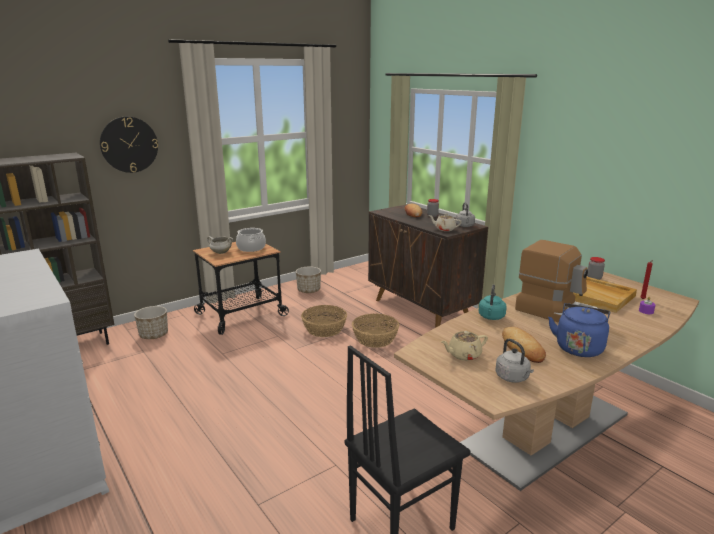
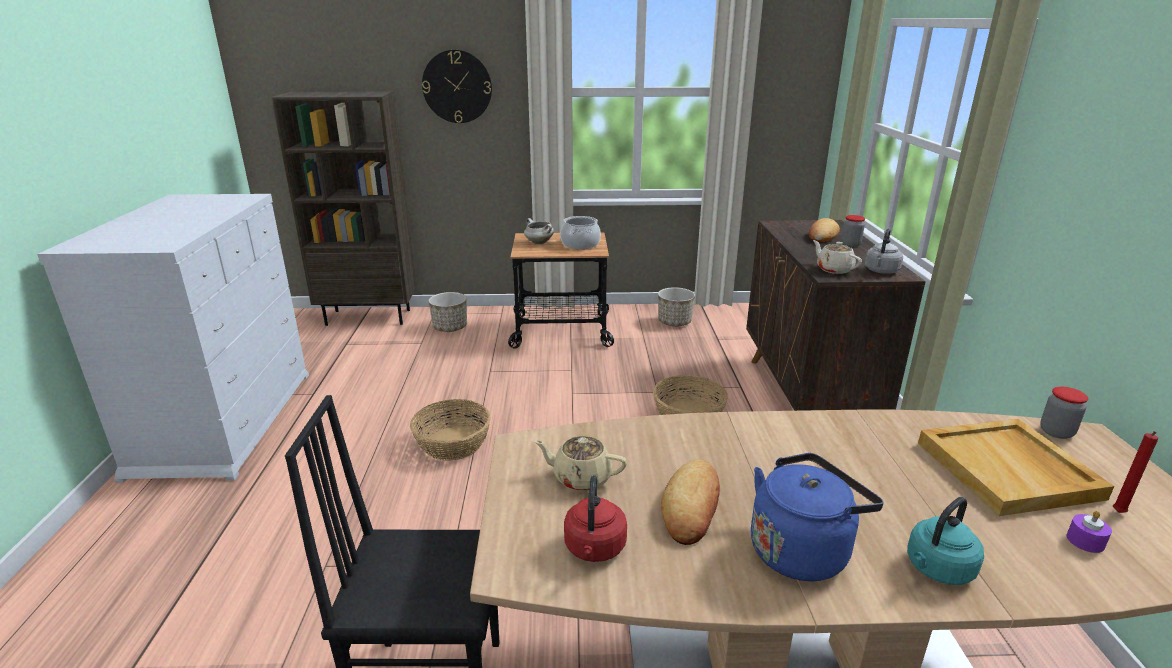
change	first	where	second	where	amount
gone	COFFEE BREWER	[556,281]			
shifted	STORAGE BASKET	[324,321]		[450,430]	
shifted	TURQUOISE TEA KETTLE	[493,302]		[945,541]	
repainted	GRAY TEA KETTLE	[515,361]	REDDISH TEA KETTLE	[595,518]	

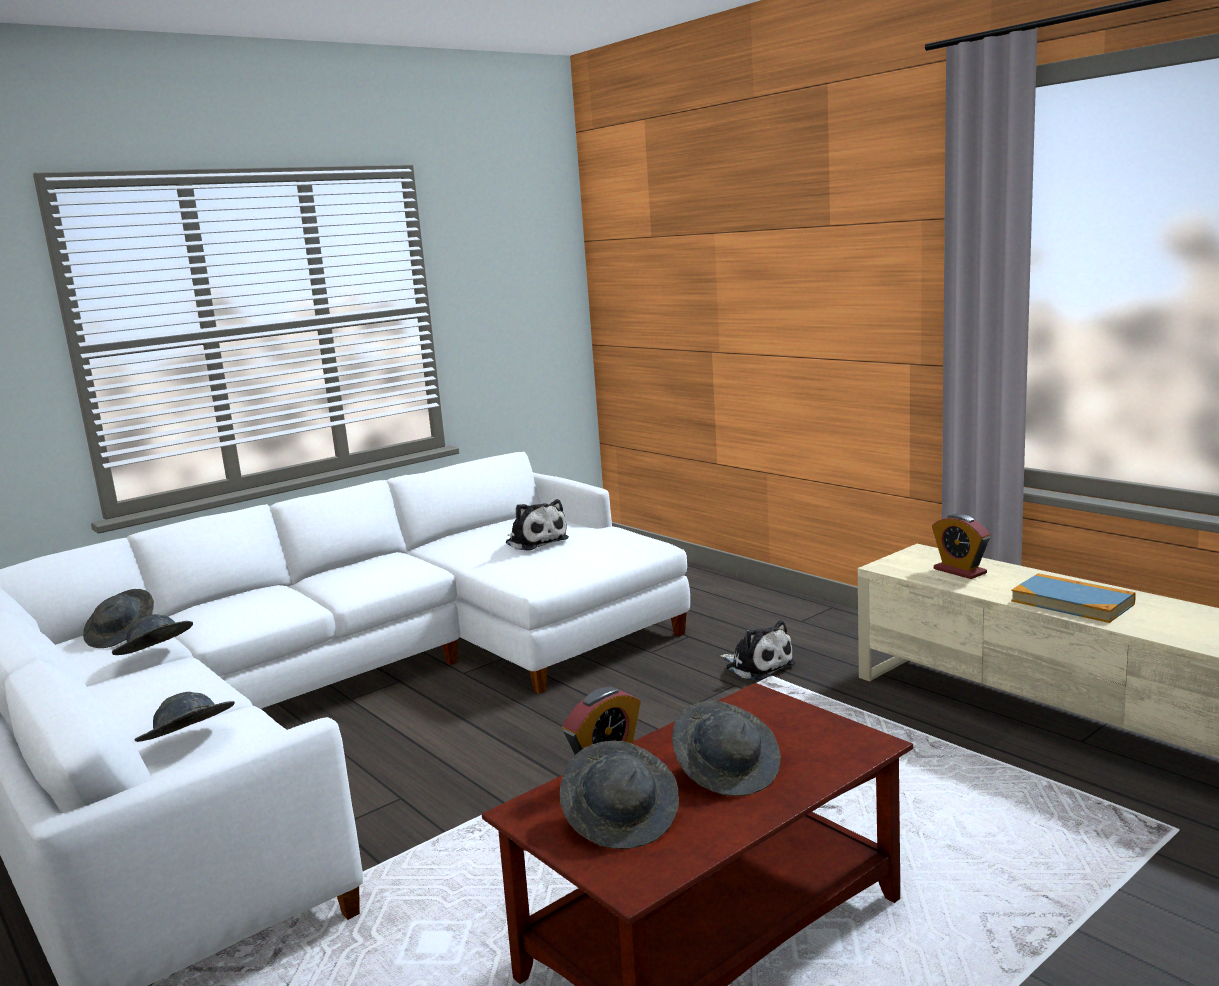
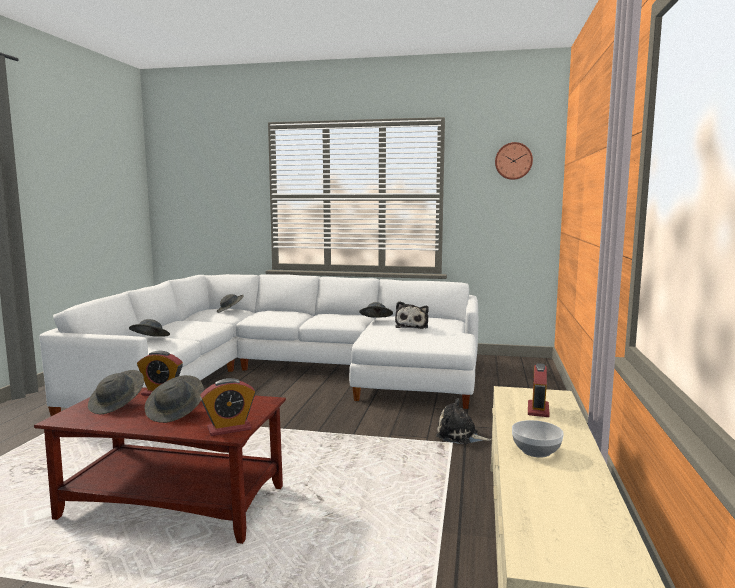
change	first	where	second	where	amount
new			TABLE CLOCK	[227,407]	
new			HANGING CLOCK	[514,161]	
shifted	GRAY HAT	[152,634]		[376,310]	
swapped	BOOK	[1073,598]	SERVING BOWL	[538,438]	
rotated	SOFT TOY	[757,650]		[463,421]	105 degrees clockwise

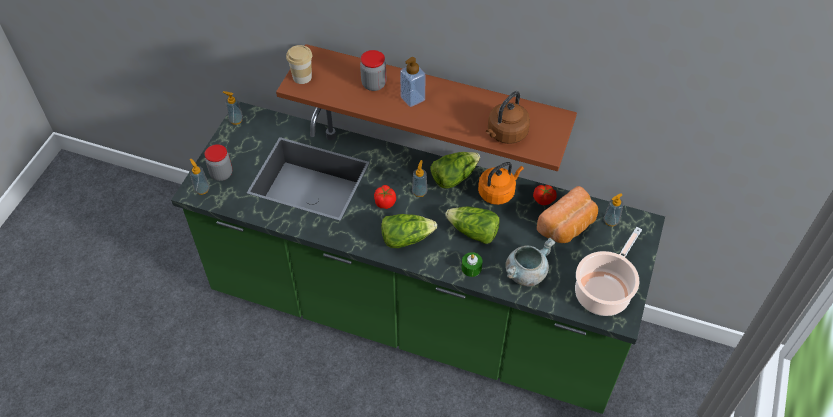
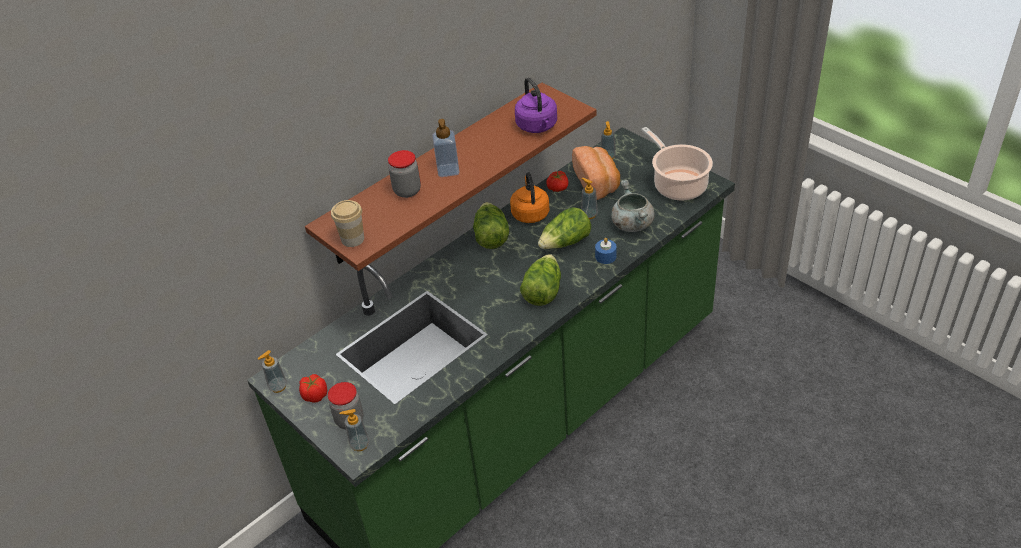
change	first	where	second	where	amount
shifted	WHOLE TOMATO	[385,197]		[313,388]	
shifted	SOAP BOTTLE	[419,178]		[589,198]	
repainted	GREENISH CANDLE	[472,264]	BLUE CANDLE	[606,251]	
repainted	BROWNISH TEA KETTLE	[508,117]	PURPLISH TEA KETTLE	[536,105]	

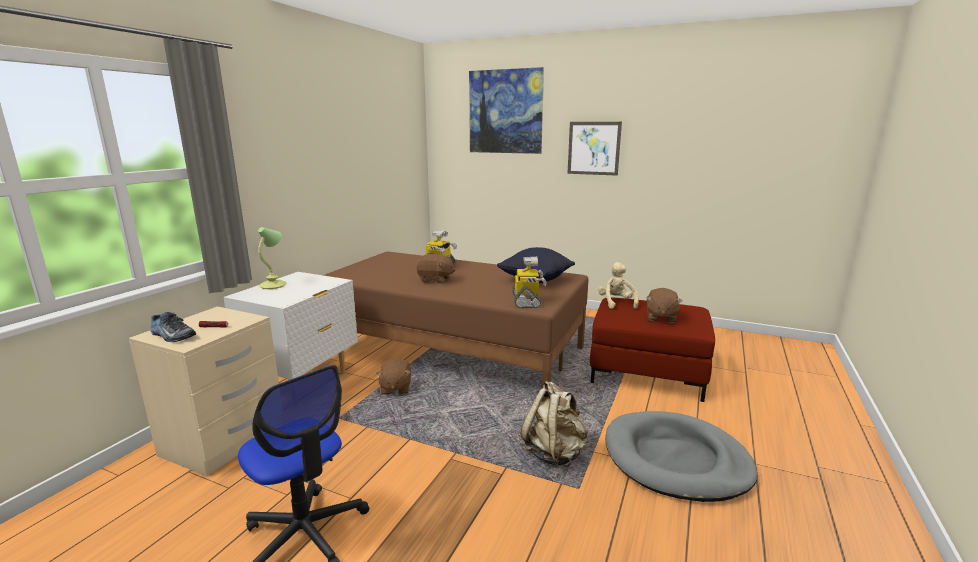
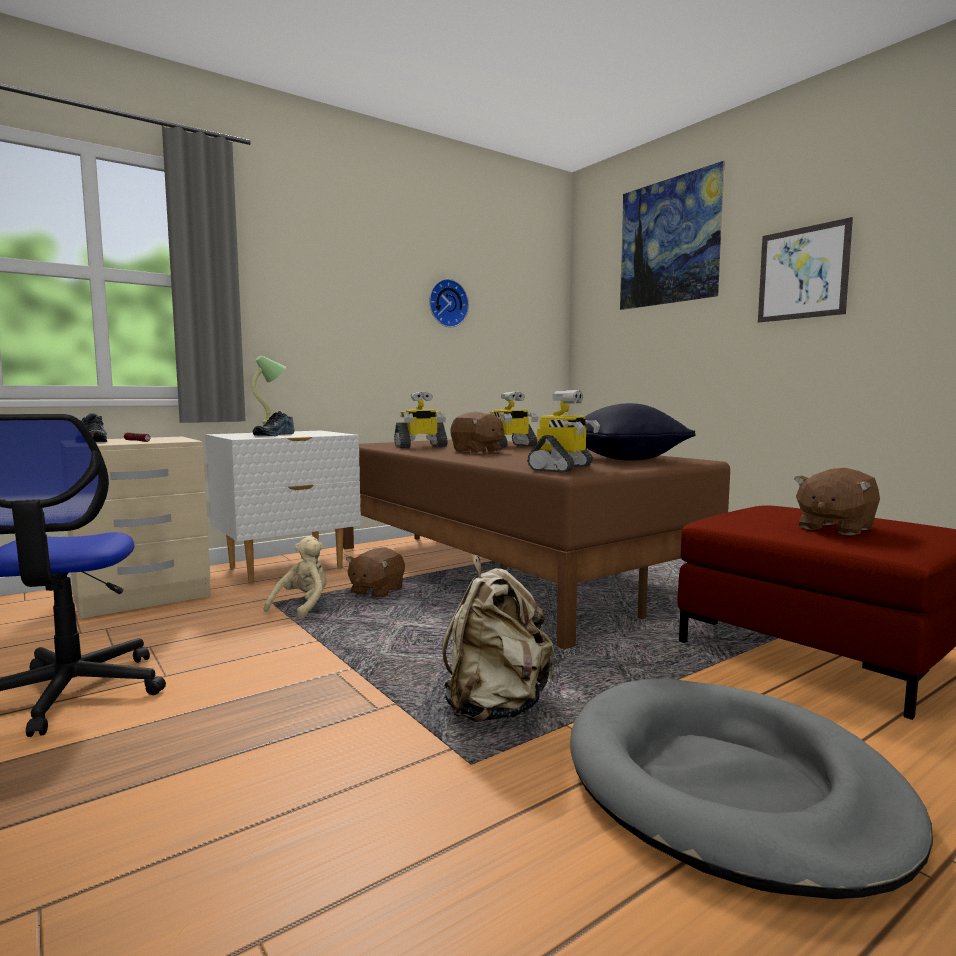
change	first	where	second	where	amount
new			LOW SHOE	[273,423]	
new			MODEL ROBOT	[421,420]	
new			HANGING CLOCK	[449,303]	
shifted	BEIGE-COLOURED SOFT TOY	[618,285]		[295,577]	

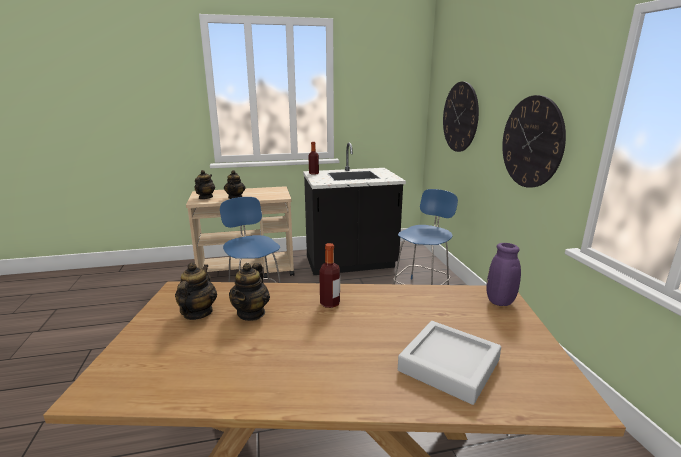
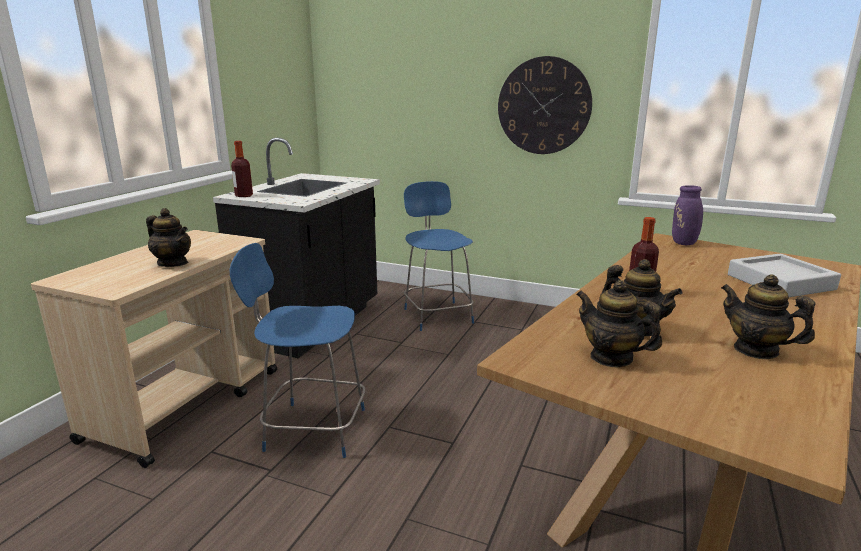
change	first	where	second	where	amount
gone	HANGING CLOCK	[461,117]			
shifted	TEAPOT	[204,184]		[768,316]	

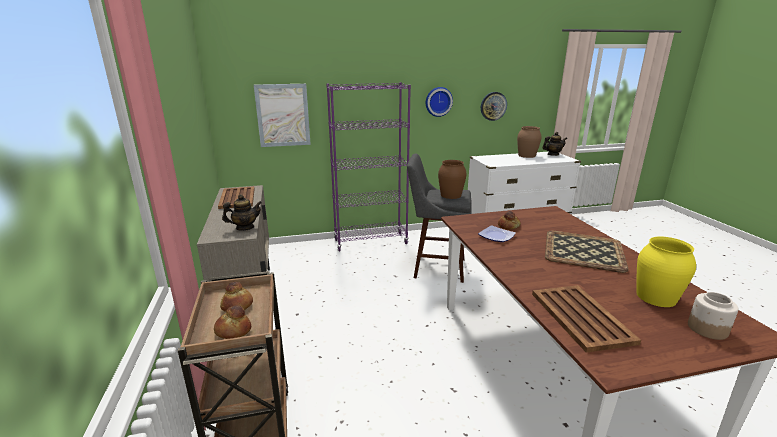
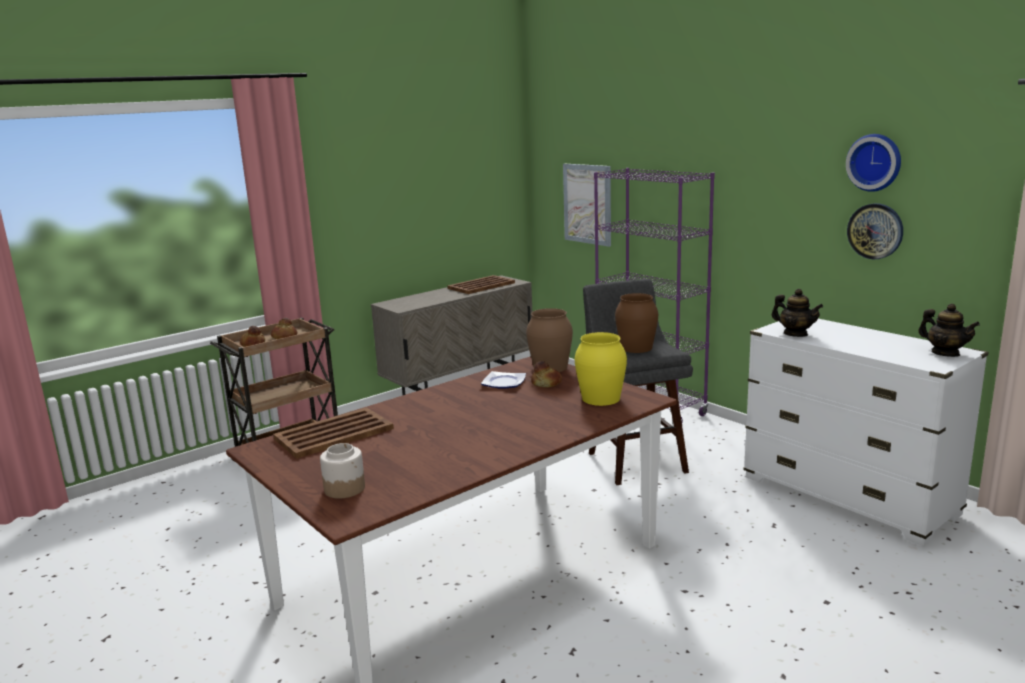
change	first	where	second	where	amount
gone	SERVING TRAY	[587,252]			
shifted	TEAPOT	[242,212]		[797,313]	
shifted	HANGING CLOCK	[439,102]		[873,163]	
shifted	BROWNISH DECORATIVE VASE	[529,142]		[549,340]	
shifted	YELLOW-COLOURED DECORATIVE VASE	[666,272]		[601,369]	

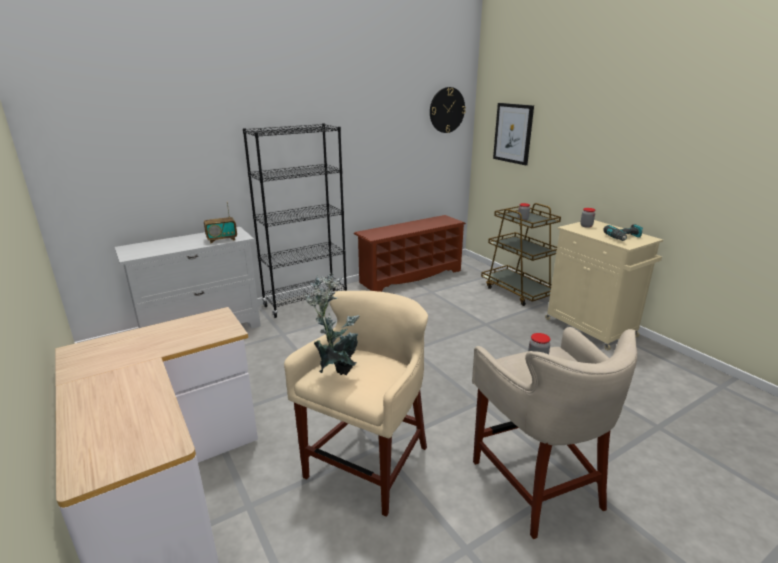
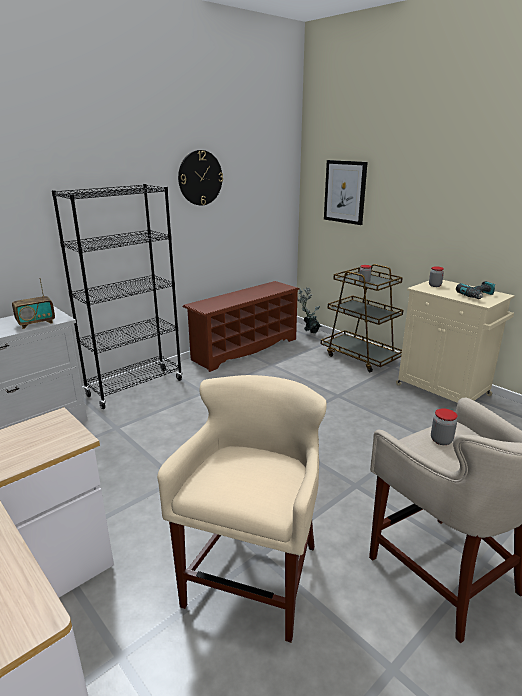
change	first	where	second	where	amount
shifted	PLANT IN A POT	[331,324]		[309,310]	
shifted	HANGING CLOCK	[448,110]		[200,177]	

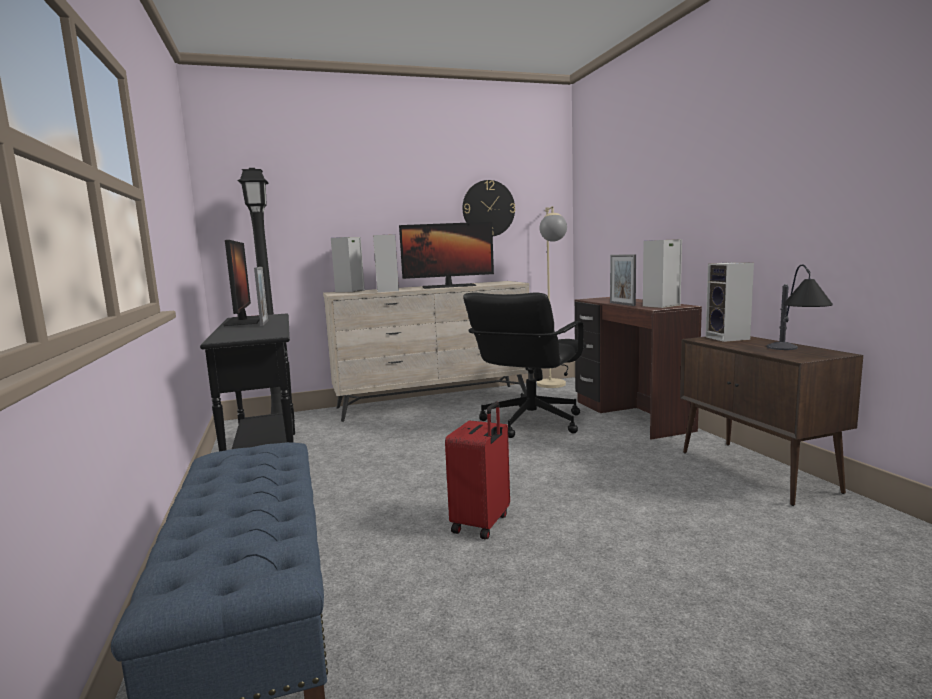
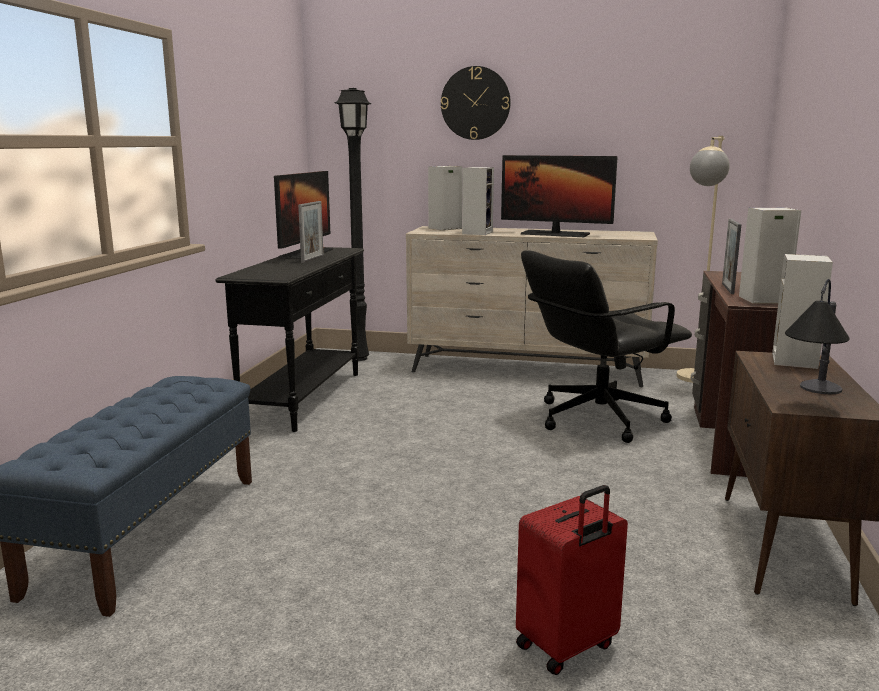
change	first	where	second	where	amount
shifted	REDDISH SUITCASE	[477,470]		[572,580]	
shifted	HANGING CLOCK	[489,208]		[476,103]	

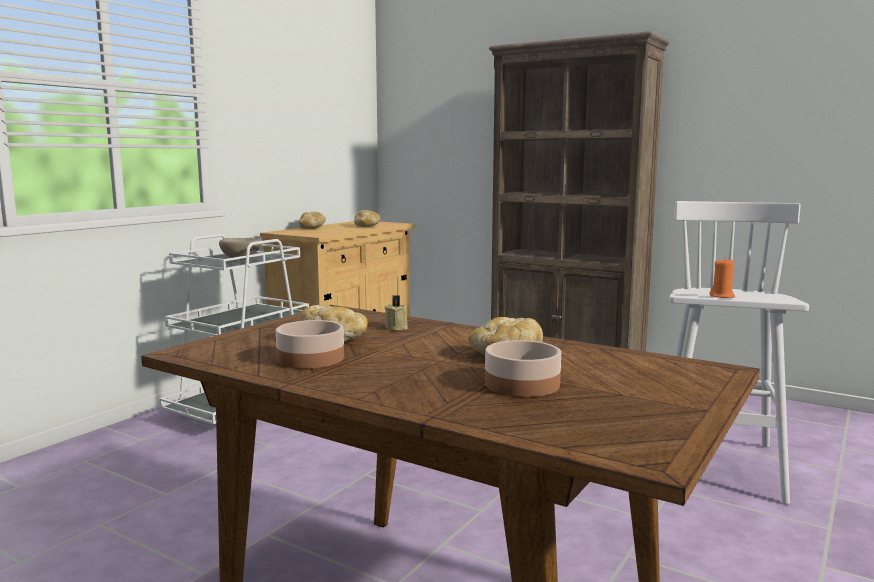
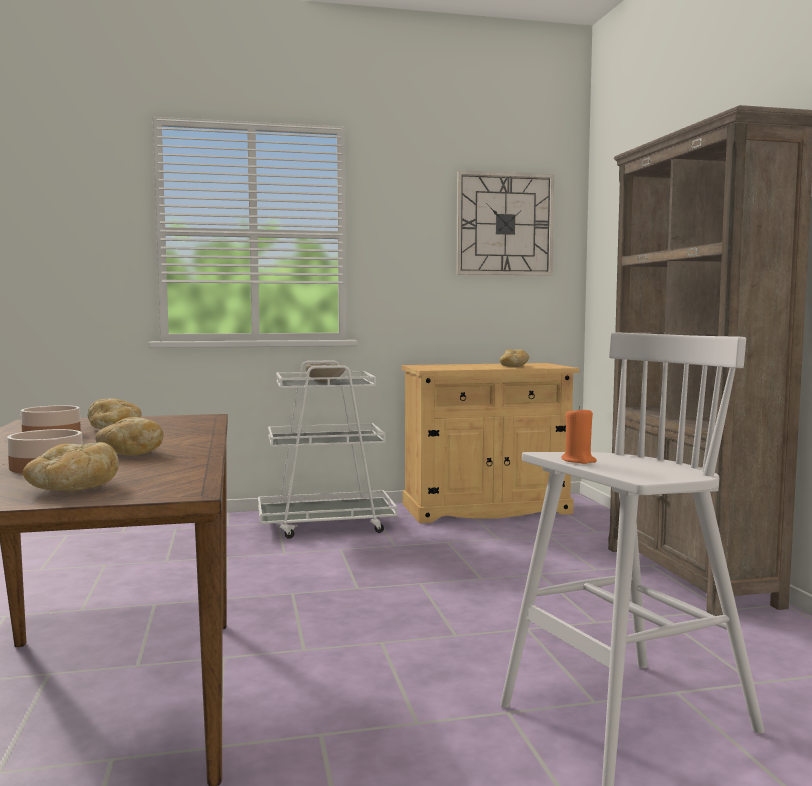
change	first	where	second	where	amount
gone	BEIGE-COLOURED CANDLE	[396,312]			
new			HANGING CLOCK	[505,223]	
shifted	BAKED BREAD	[311,220]		[71,466]	

